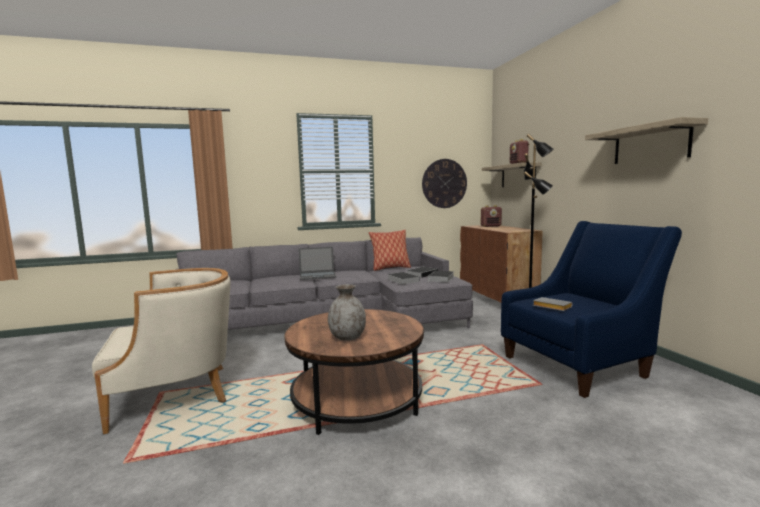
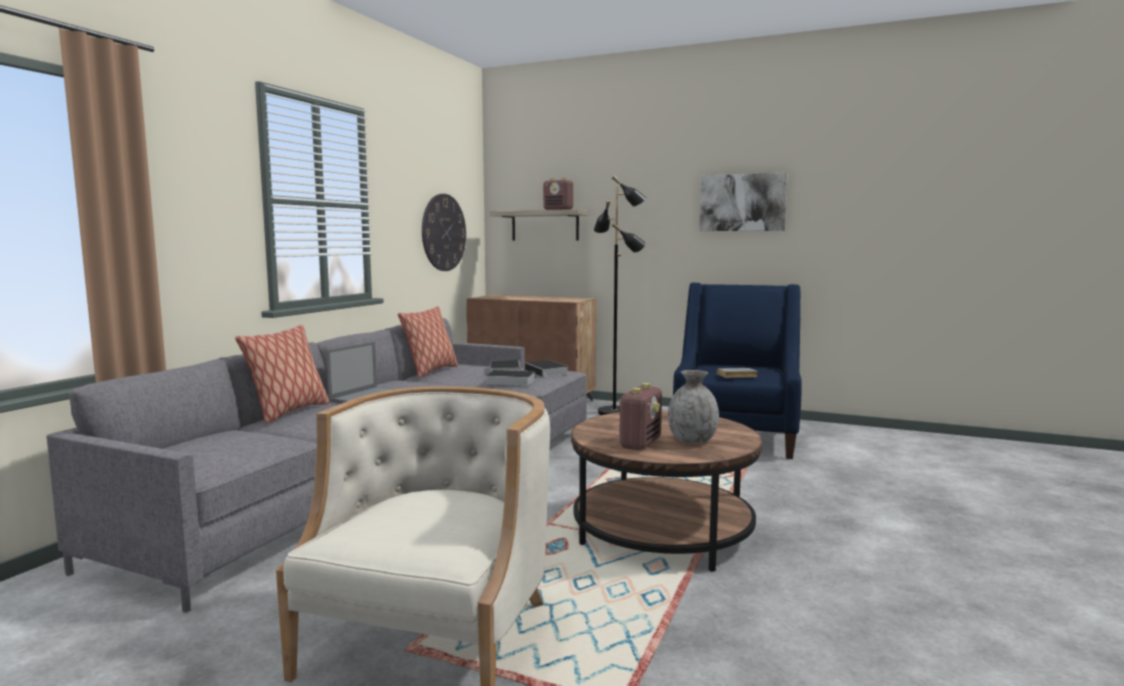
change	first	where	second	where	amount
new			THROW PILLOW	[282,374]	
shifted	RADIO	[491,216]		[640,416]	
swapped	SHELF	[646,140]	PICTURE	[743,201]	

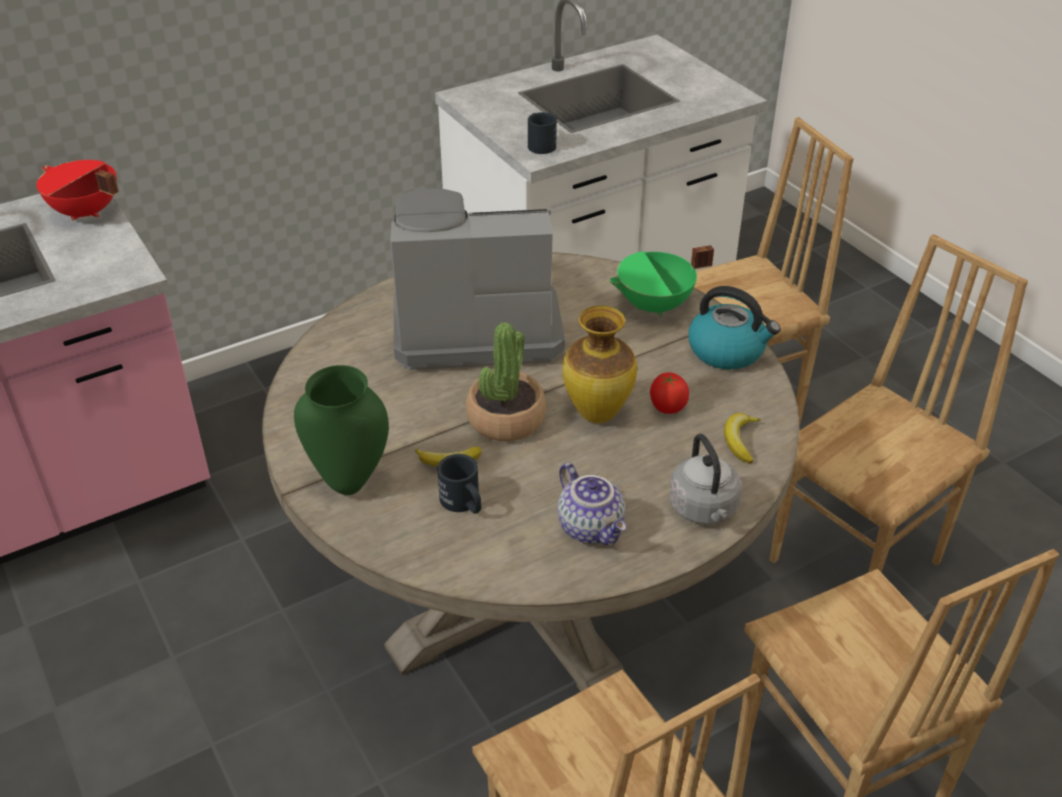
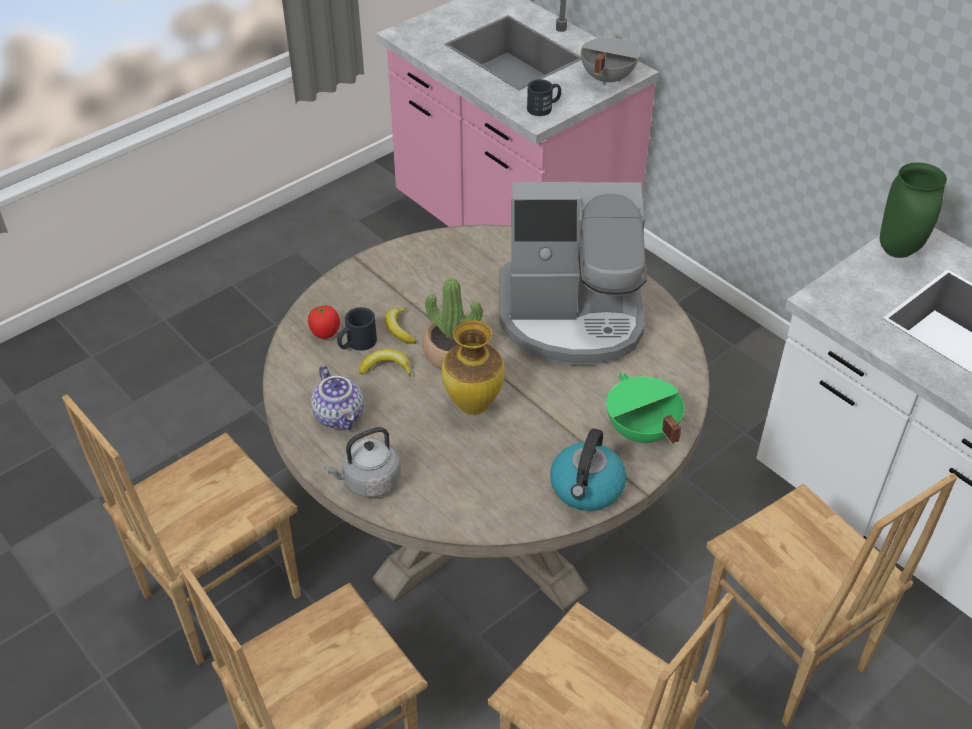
change	first	where	second	where	amount
shifted	GREENISH DECORATIVE VASE	[341,430]		[913,210]	
shifted	BLACKISH MUG	[542,133]		[544,97]	
shifted	WHOLE TOMATO	[669,393]		[324,322]	
shifted	BANANA	[742,438]		[385,363]	
repainted	REDDISH SAUCEPOT	[77,190]	GRAY SAUCEPOT	[610,60]	
rotated	COFFEE BREWER	[477,279]		[573,273]	105 degrees clockwise
rotated	TEAPOT	[592,504]		[337,397]	75 degrees counterclockwise

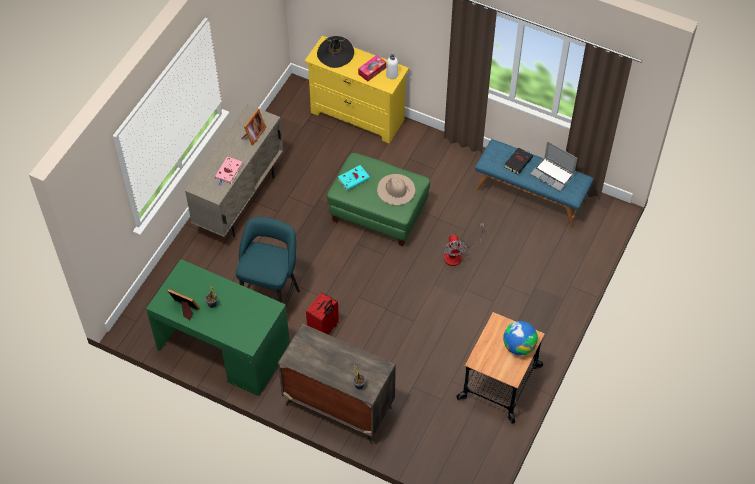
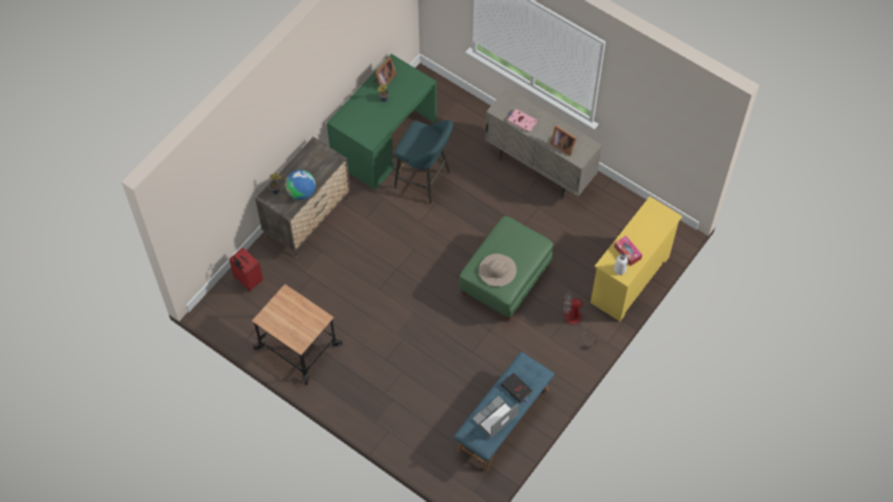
change	first	where	second	where	amount
gone	BLACKISH HAT	[335,52]			
gone	TURQUOISE BOOK	[354,177]			
shifted	REDDISH SUITCASE	[322,313]		[246,269]	
shifted	FAN	[463,244]		[582,319]	
shifted	WORLD GLOBE	[520,338]		[300,185]	

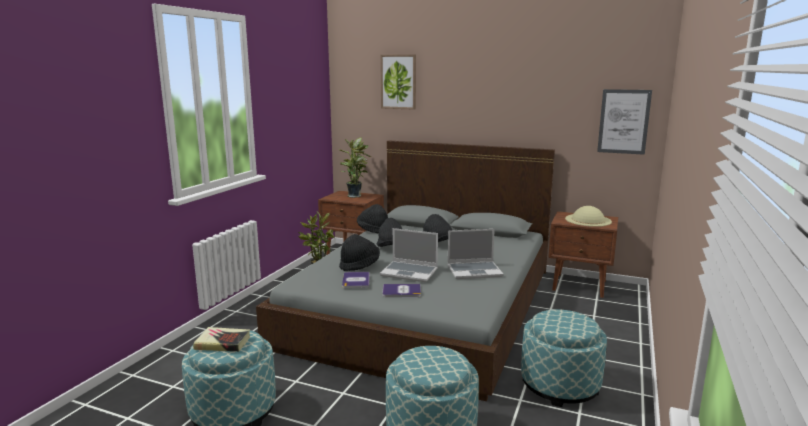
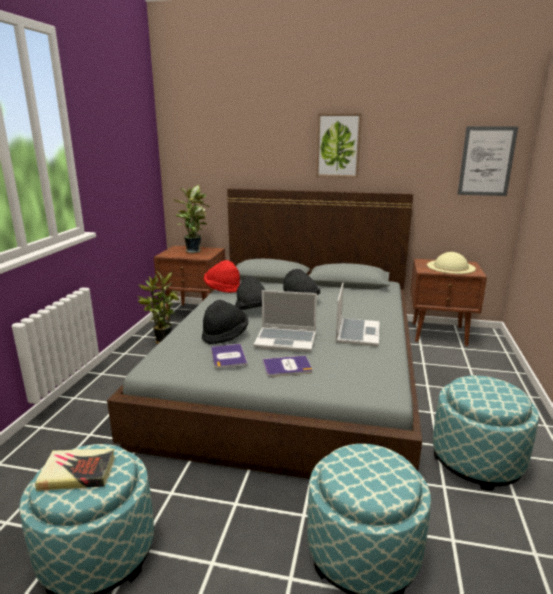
change	first	where	second	where	amount
shifted	PICTURE	[398,82]		[339,145]	
repainted	BLACKISH HAT	[372,218]	REDDISH HAT	[222,276]	
rotated	PORTABLE COMPUTER	[475,254]		[358,314]	60 degrees counterclockwise

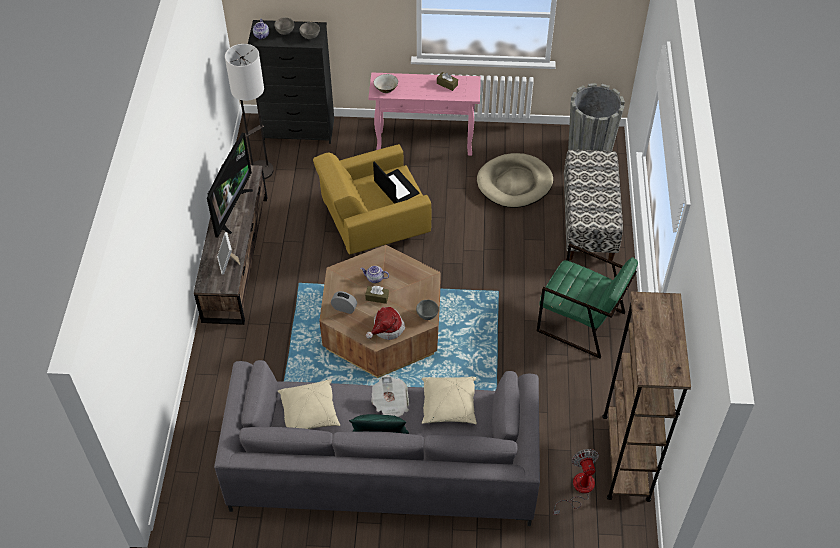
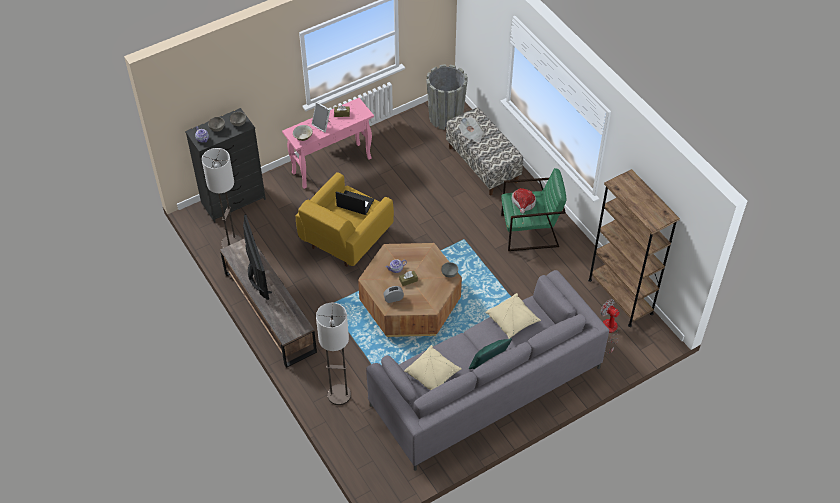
change	first	where	second	where	amount
gone	BEIGE-COLOURED PET BED	[515,180]			
new			FLOOR LAMP	[333,354]	
shifted	PICTURE FRAME	[228,253]		[321,117]	
shifted	HAT	[385,323]		[524,200]	
shifted	PRINTED PAPER	[390,396]		[471,130]	

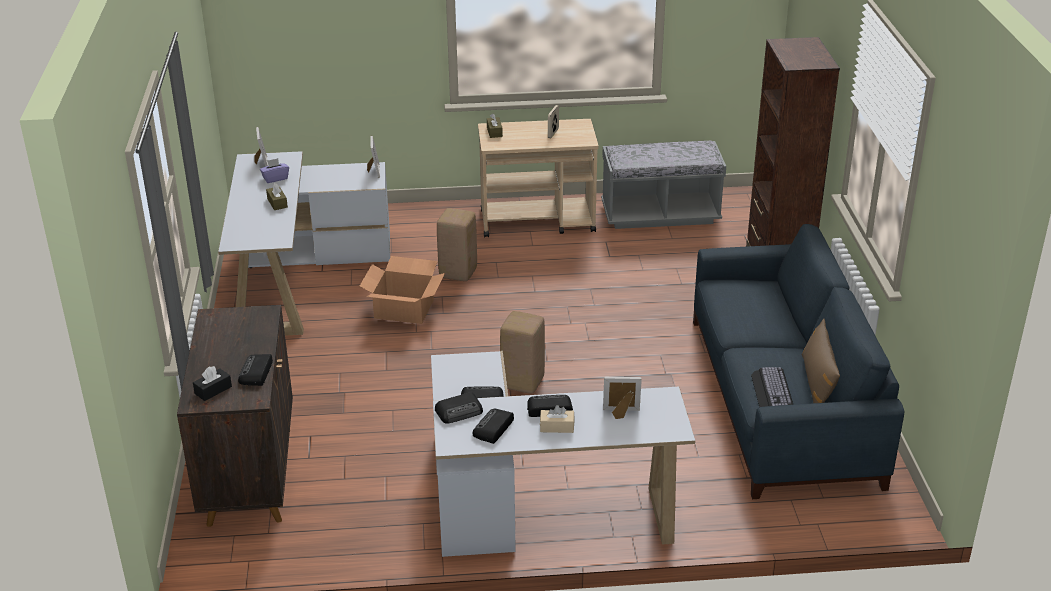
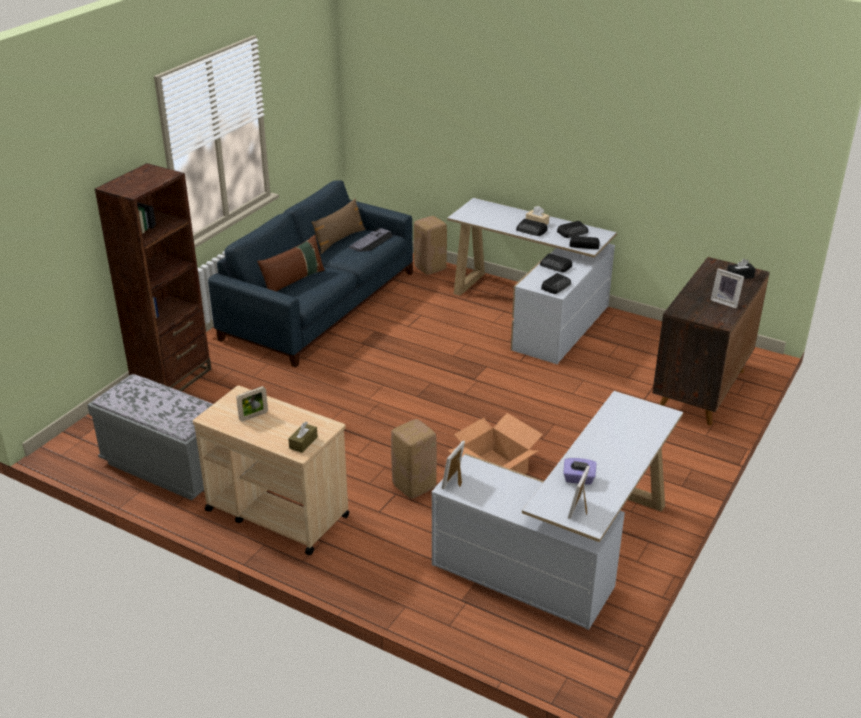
change	first	where	second	where	amount
gone	BROWNISH TISSUE HOLDER	[277,196]			
new			BROWNISH THROW PILLOW	[291,263]	
shifted	RADIO	[255,370]		[556,283]	
shifted	BEIGE-COLOURED STOOL SEAT	[522,352]		[430,245]	
shifted	PICTURE FRAME	[622,398]		[727,288]	

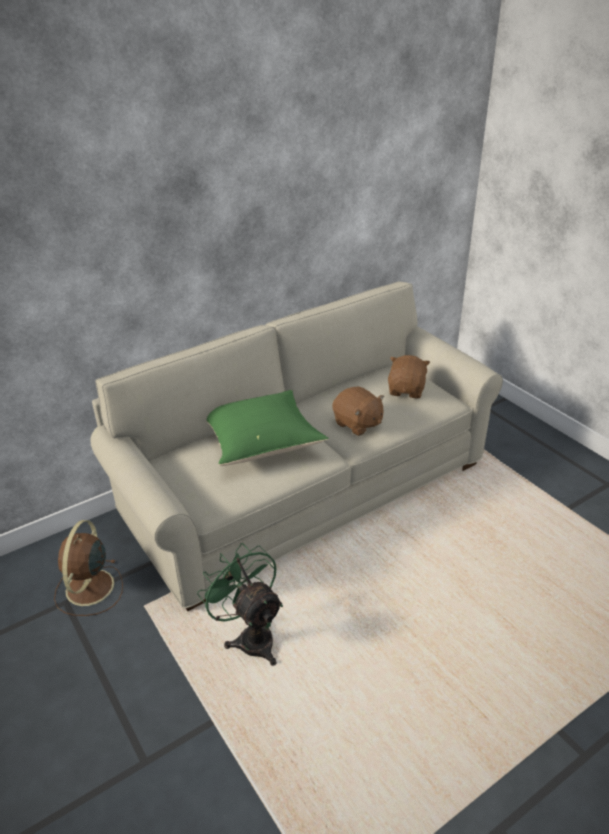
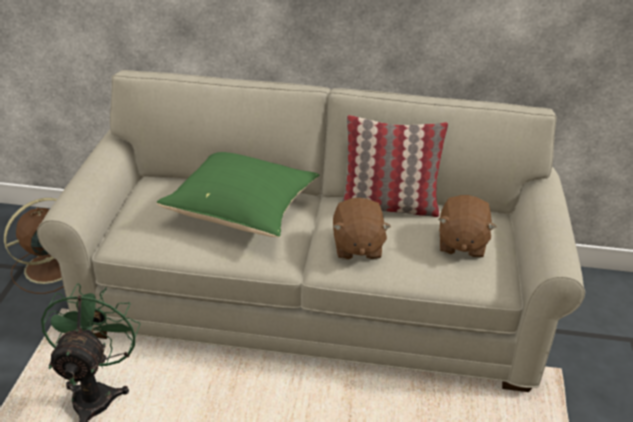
change	first	where	second	where	amount
new			THROW PILLOW	[395,166]	
rotated	BROWNISH SOFT TOY	[409,376]		[467,226]	135 degrees clockwise

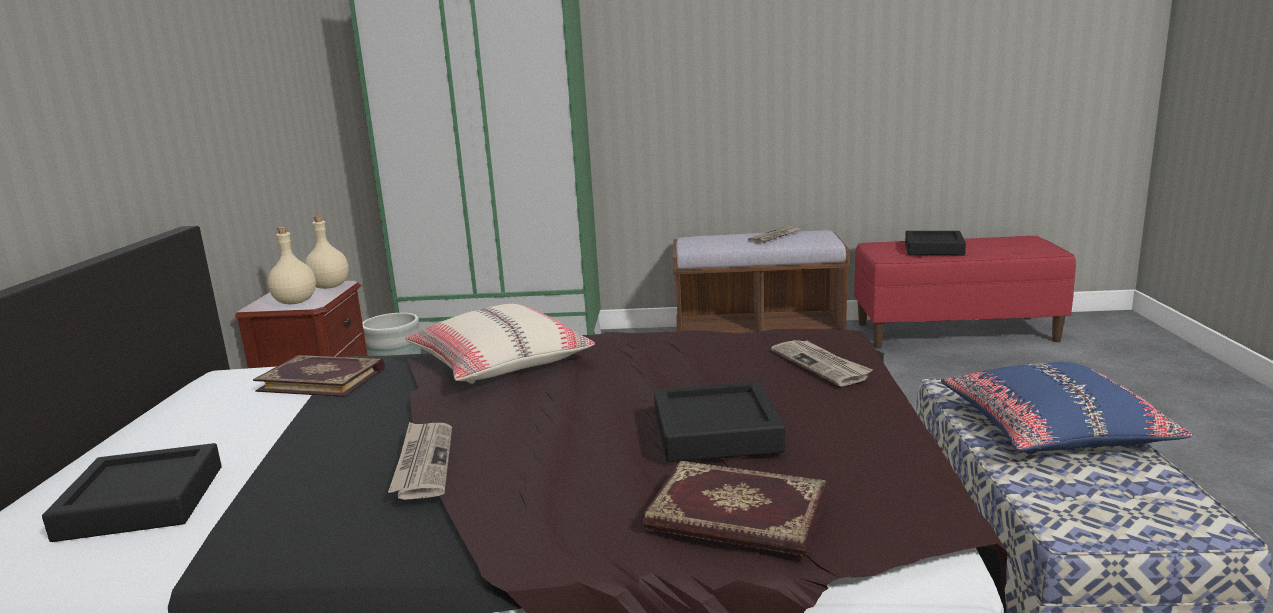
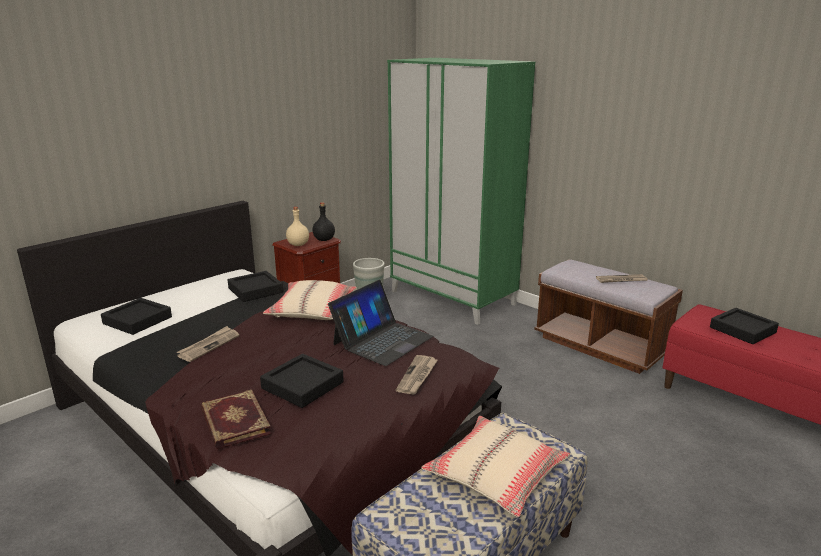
change	first	where	second	where	amount
new			PORTABLE COMPUTER	[380,323]	
swapped	BOOK	[319,376]	BLACKISH SERVING TRAY	[255,286]	
repainted	BEIGE-COLOURED BEVERAGE BOTTLE	[327,252]	BLACKISH BEVERAGE BOTTLE	[323,221]	
repainted	BLUE THROW PILLOW	[1066,408]	BEIGE-COLOURED THROW PILLOW	[495,466]	

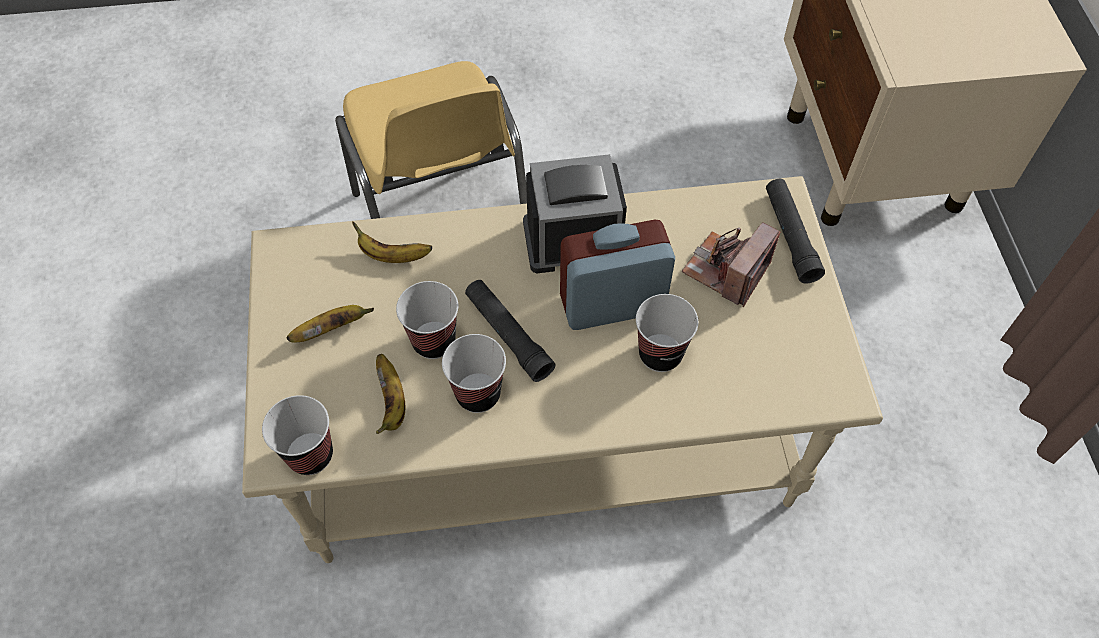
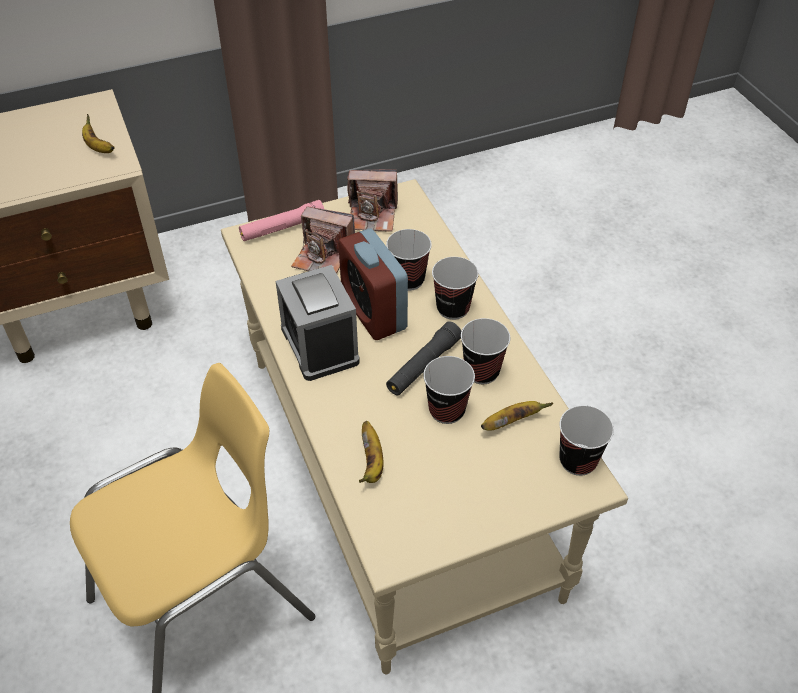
change	first	where	second	where	amount
new			STILL CAMERA	[372,200]	
new			DRINKING CUP	[455,288]	
shifted	BANANA	[330,324]		[98,133]	
repainted	BLACKISH FLASHLIGHT	[795,231]	PINK FLASHLIGHT	[281,220]	

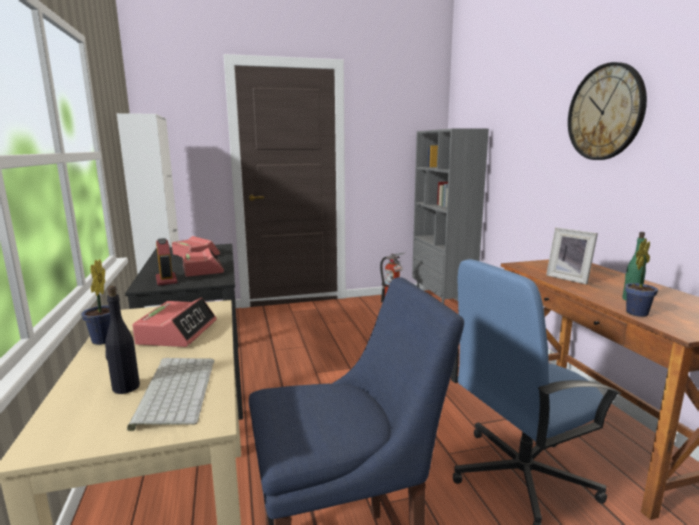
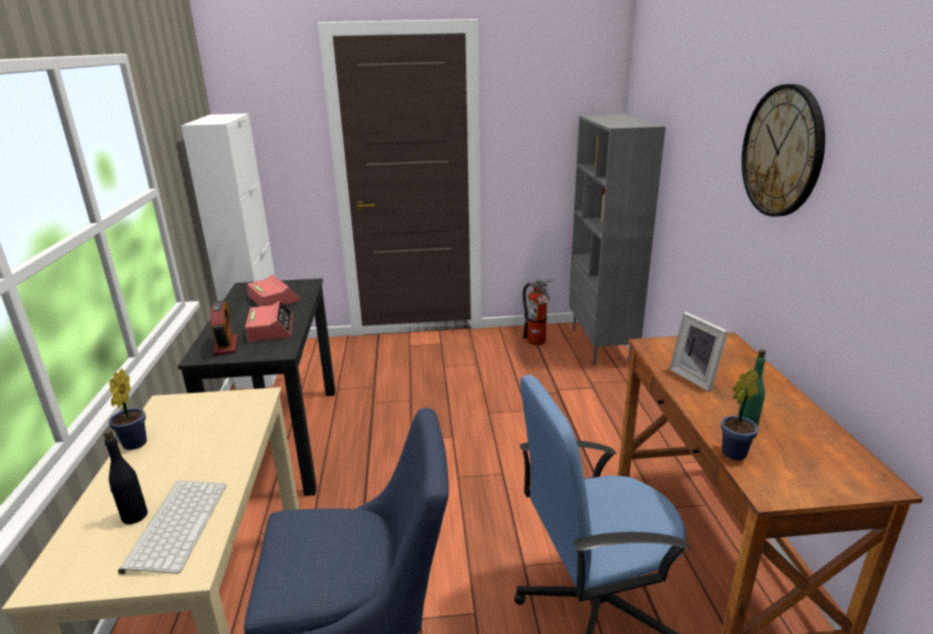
change	first	where	second	where	amount
gone	TABLE CLOCK	[174,322]			

